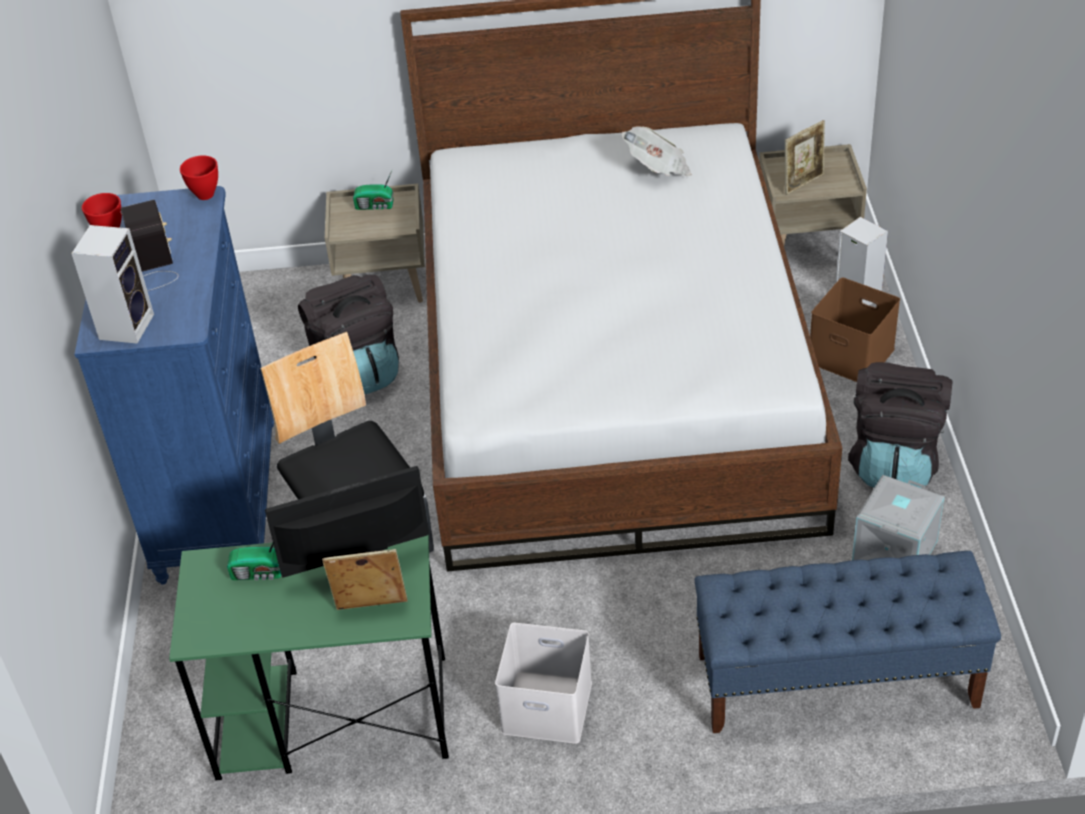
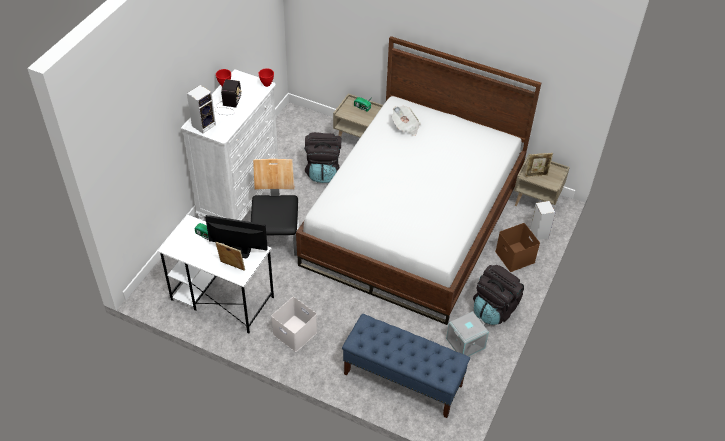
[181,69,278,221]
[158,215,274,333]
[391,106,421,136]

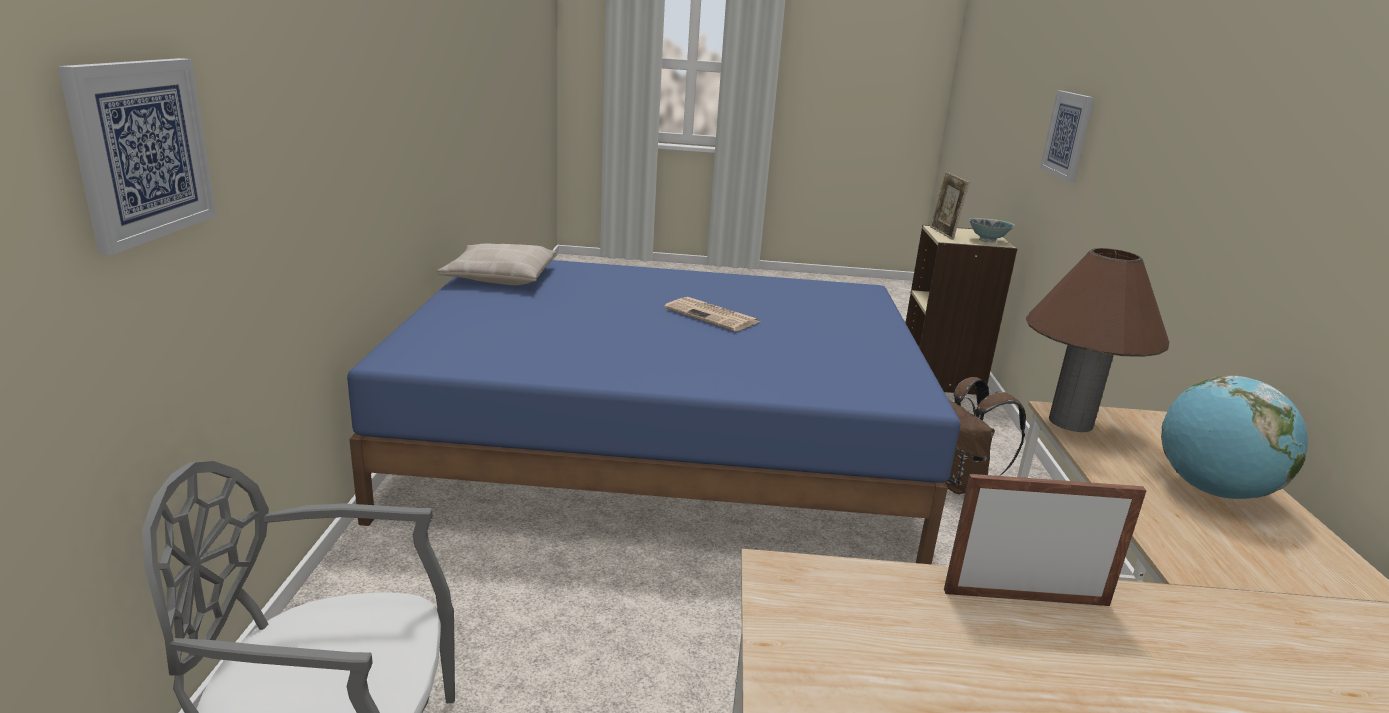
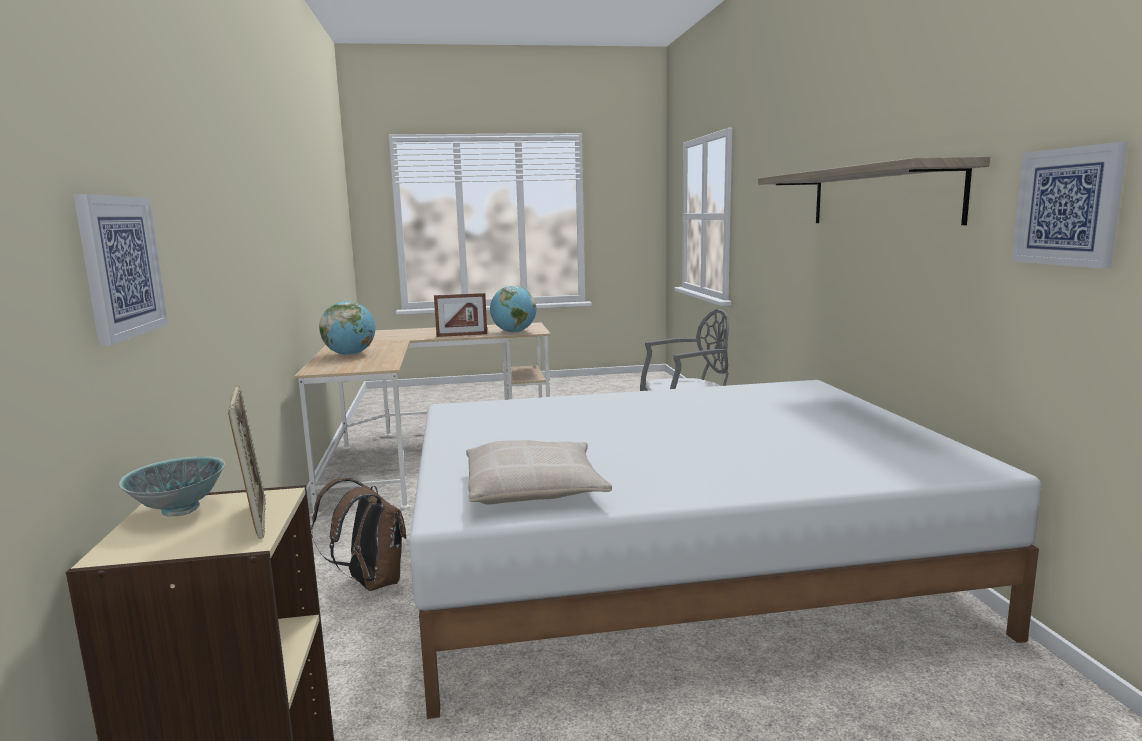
[1012,142,1128,268]
[409,380,1042,719]
[466,440,612,504]
[664,297,760,331] (first image)
[1026,248,1169,432] (first image)
[490,286,536,333]
[758,157,990,225]

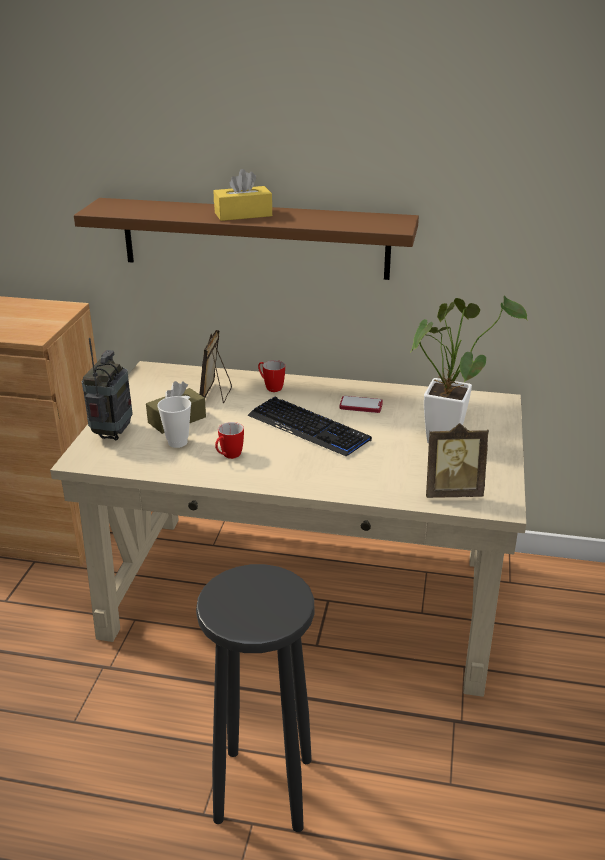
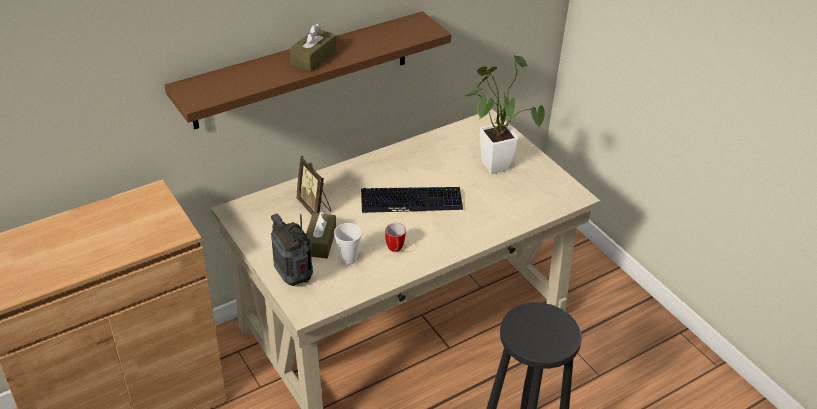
[290,23,336,72]
[258,360,285,392] (first image)
[340,396,383,413] (first image)
[426,423,489,498] (first image)

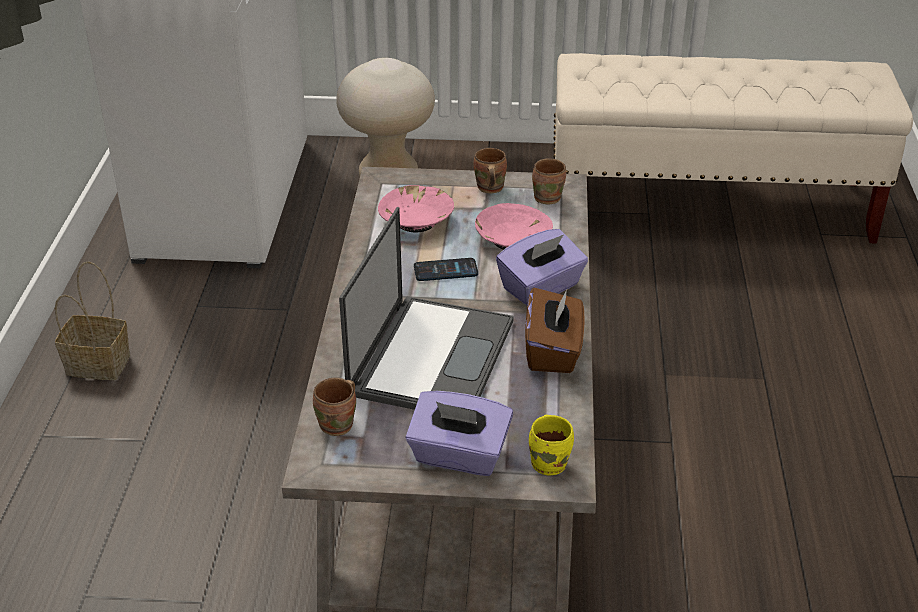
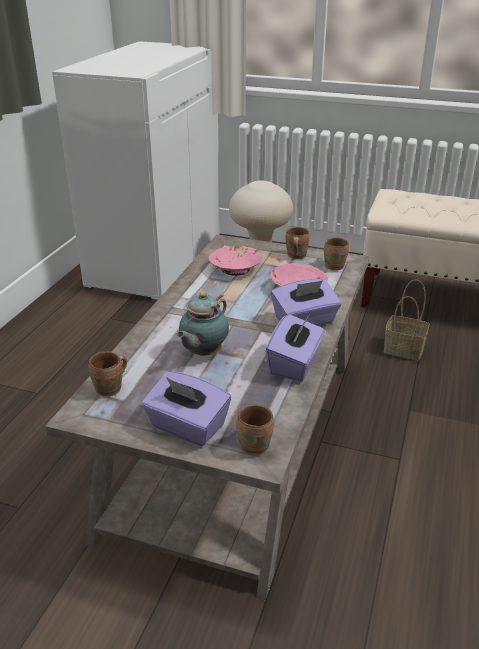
[384,279,429,361]
[176,292,229,356]
[414,258,478,281] (first image)
[266,314,325,382]
[236,404,274,455]

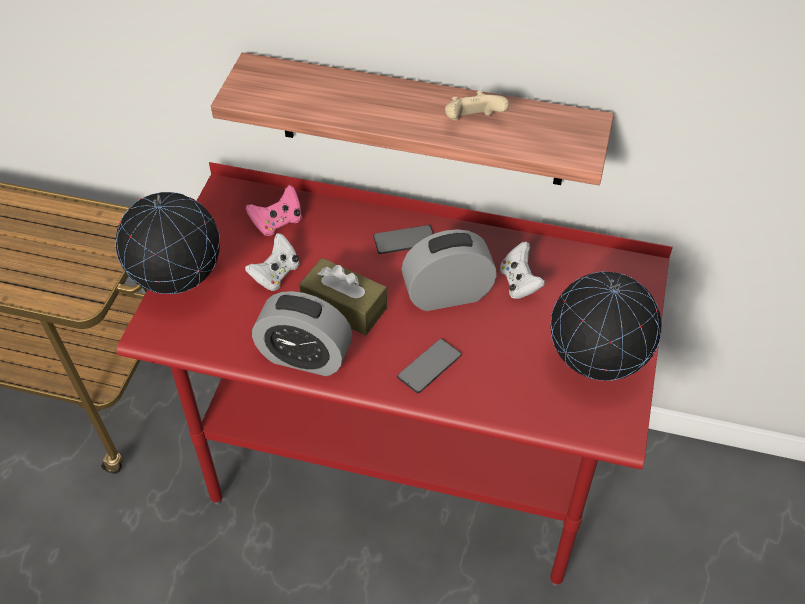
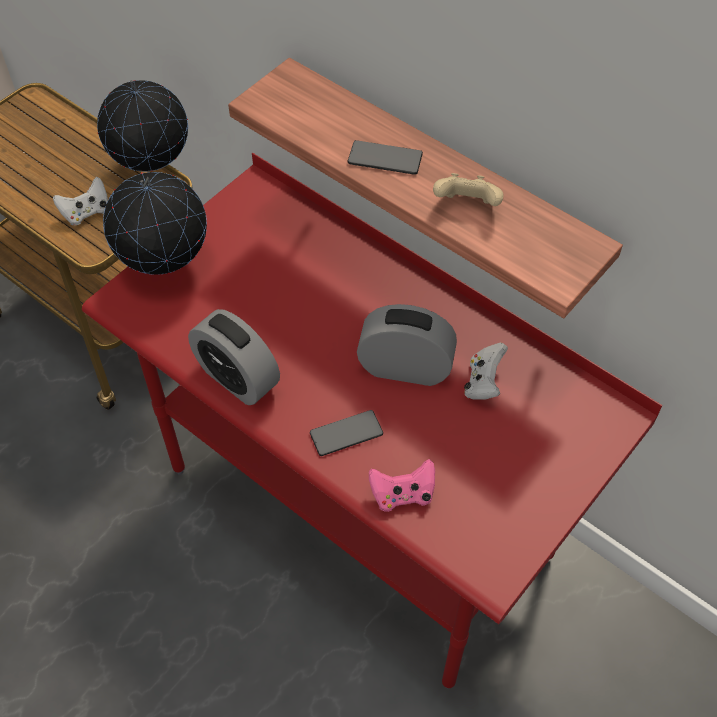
[53,177,108,225]
[369,459,435,512]
[299,258,387,335] (first image)
[348,140,423,175]
[97,80,188,172]

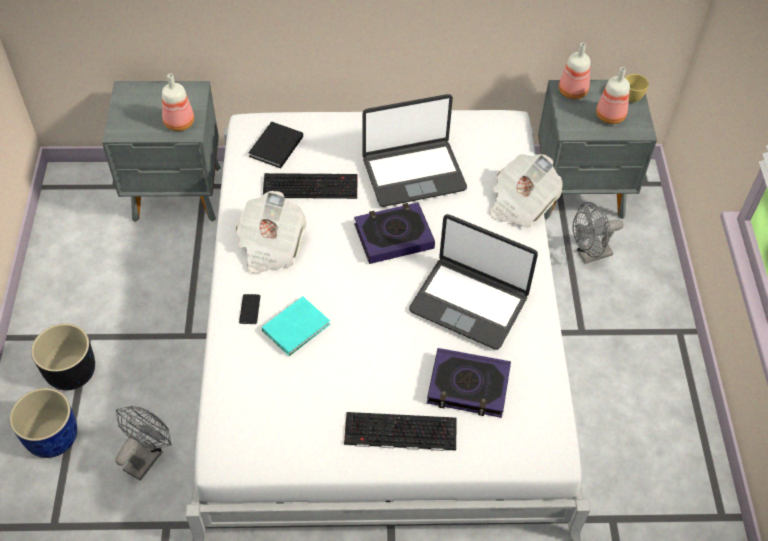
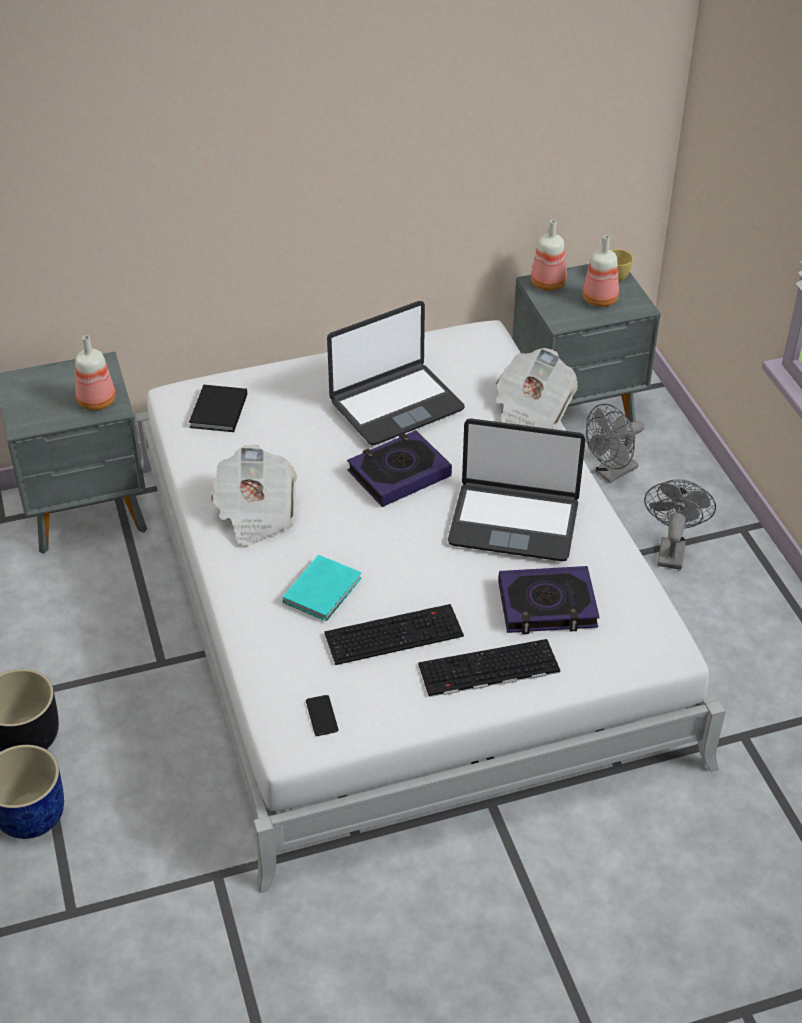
[644,480,716,570]
[306,695,339,736]
[325,604,464,665]

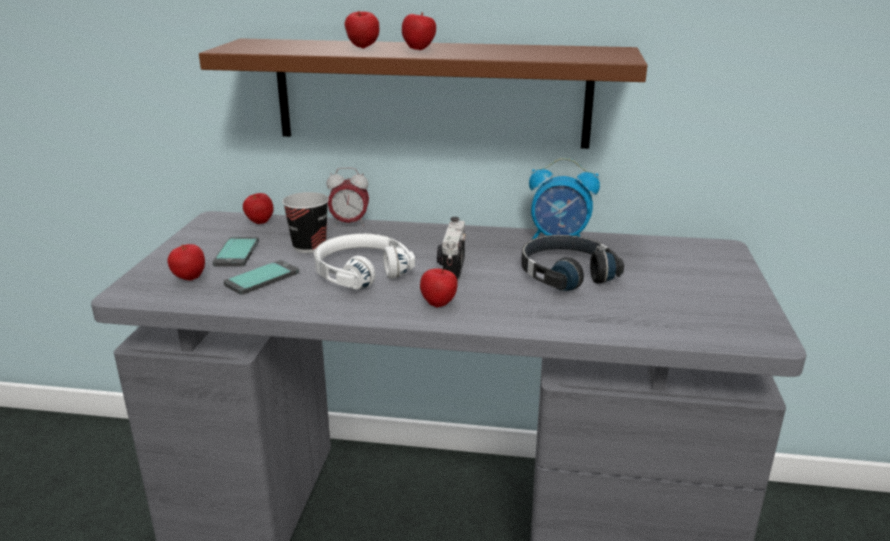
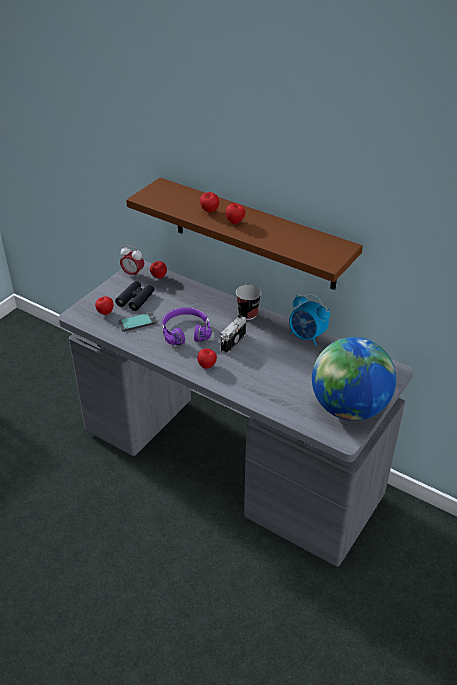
[115,281,154,311]
[236,285,261,320]
[162,307,212,345]
[120,246,144,278]
[521,235,624,291] (first image)
[312,337,396,421]

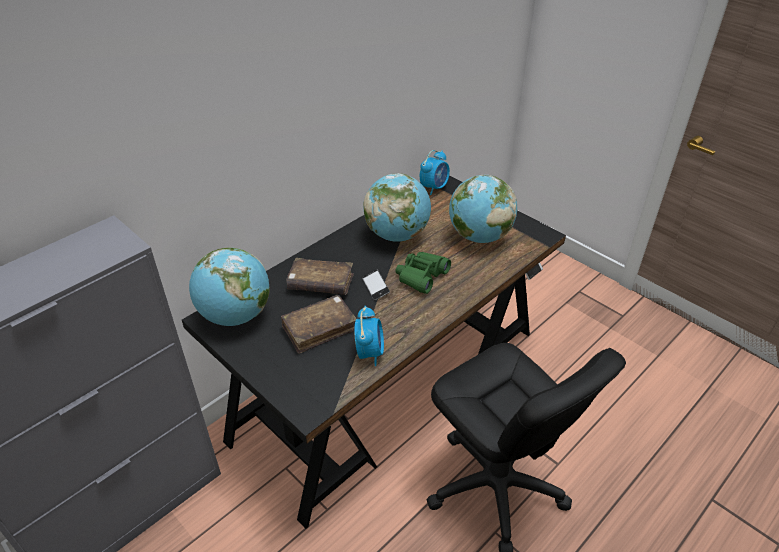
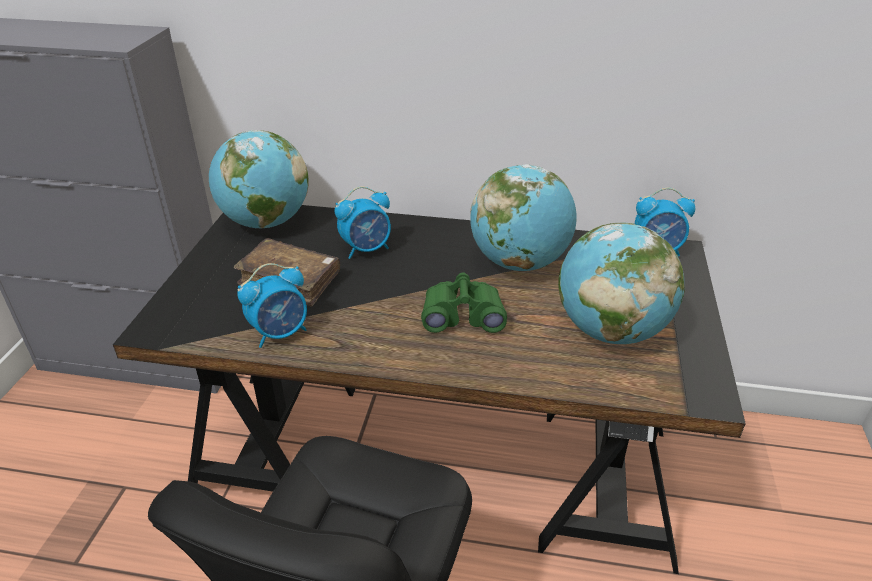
[335,186,391,259]
[362,270,390,301] (first image)

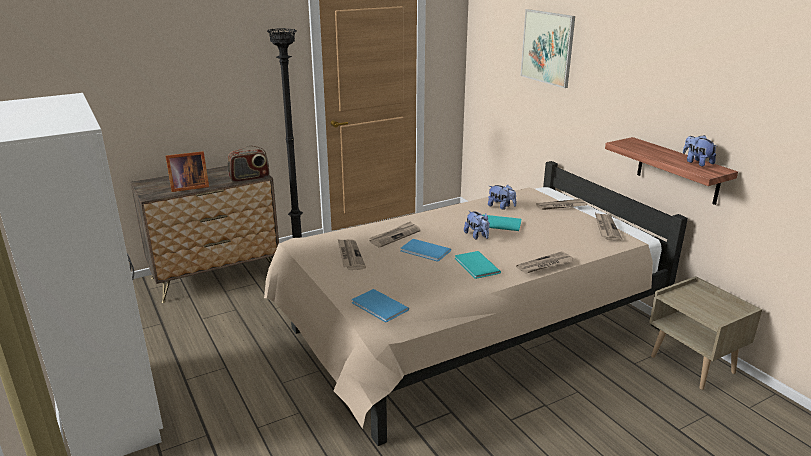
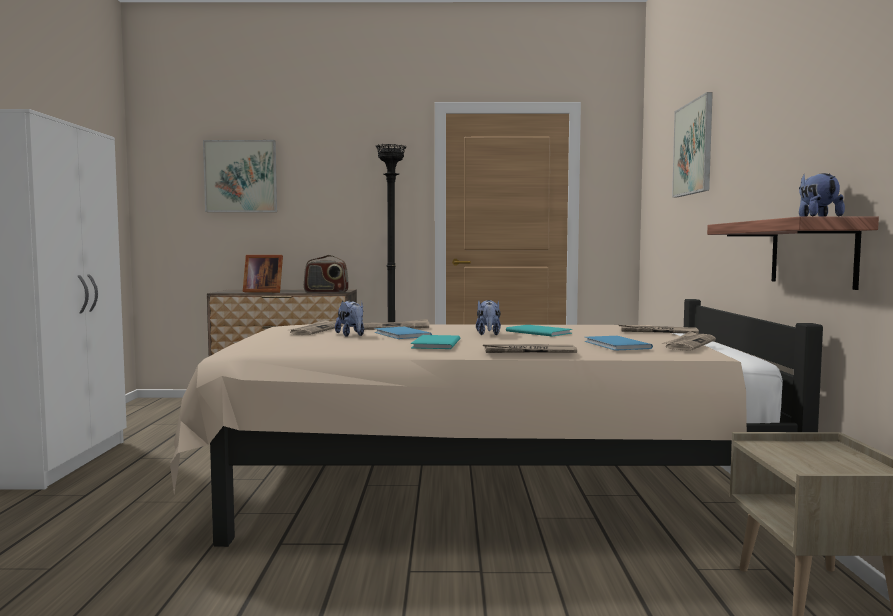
[584,336,653,351]
[335,301,364,337]
[203,140,277,212]

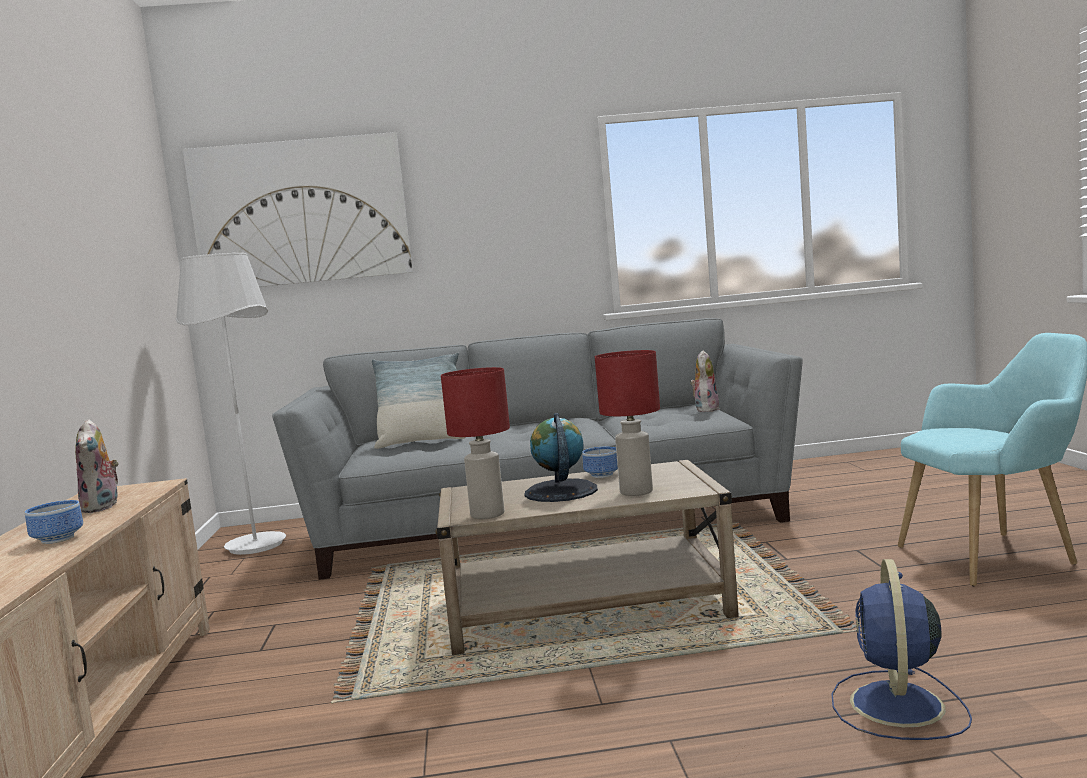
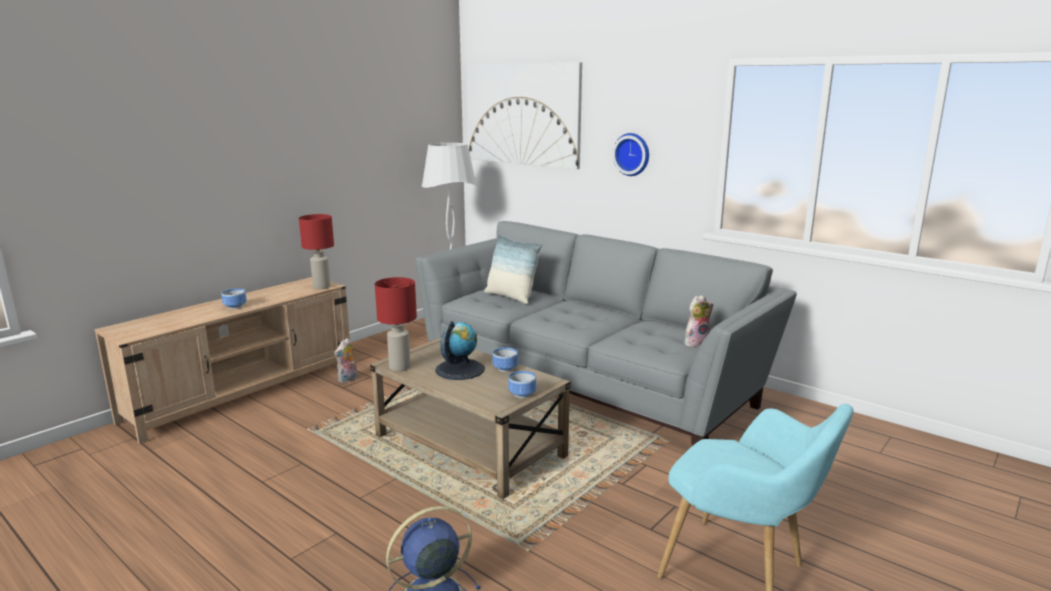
[334,338,358,383]
[299,214,334,289]
[508,371,536,398]
[612,133,649,176]

